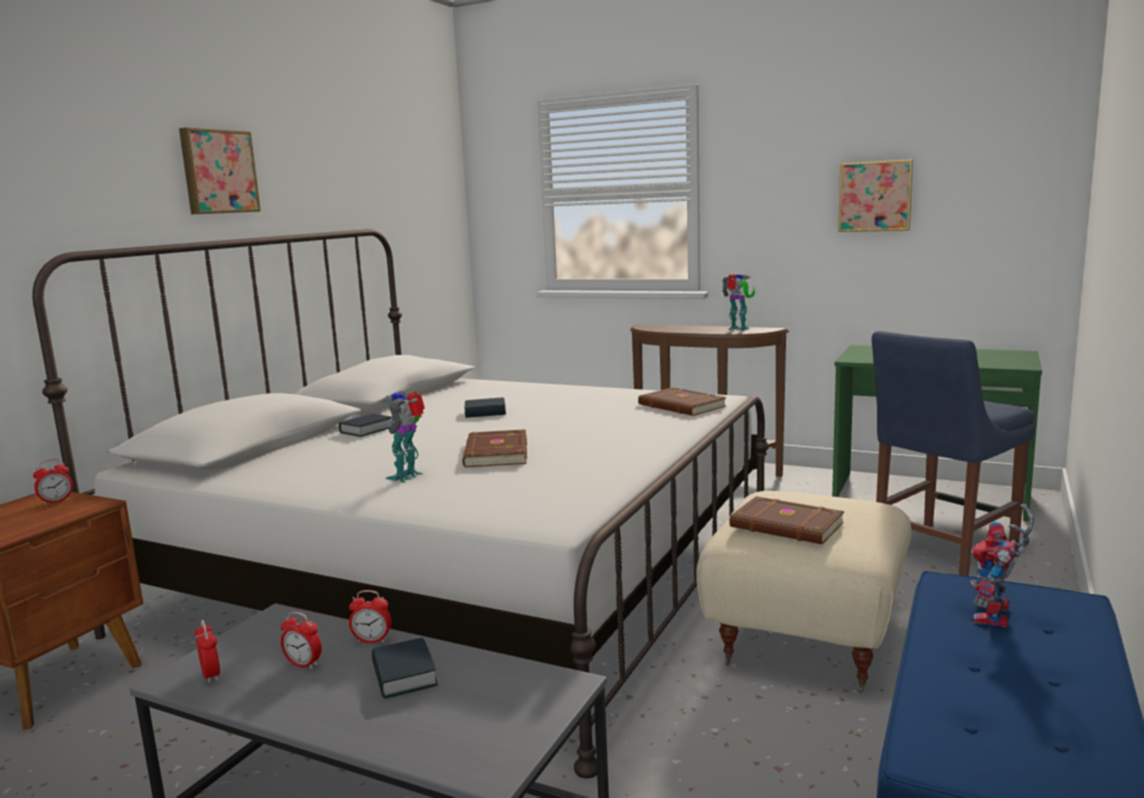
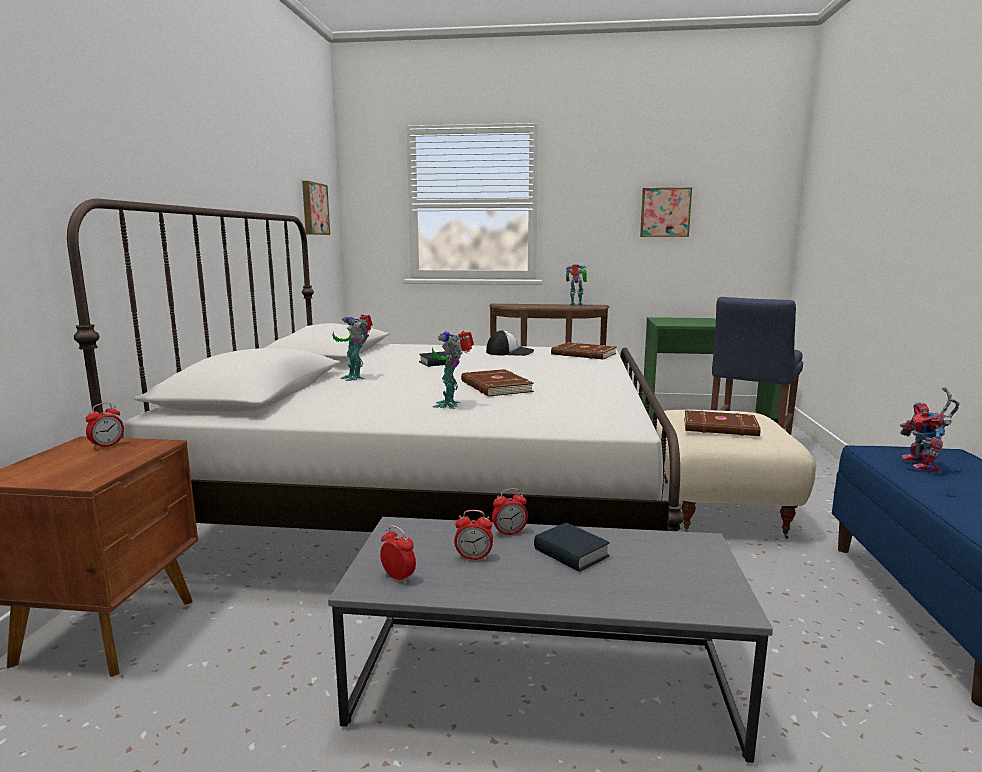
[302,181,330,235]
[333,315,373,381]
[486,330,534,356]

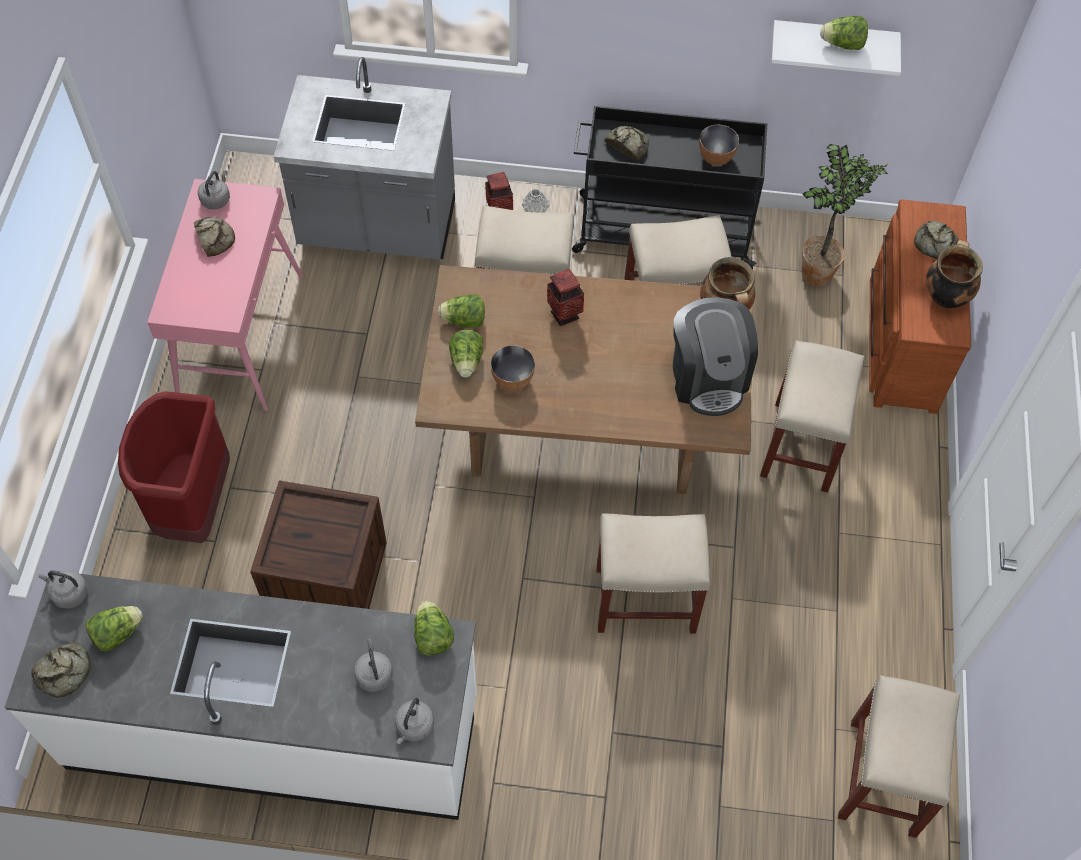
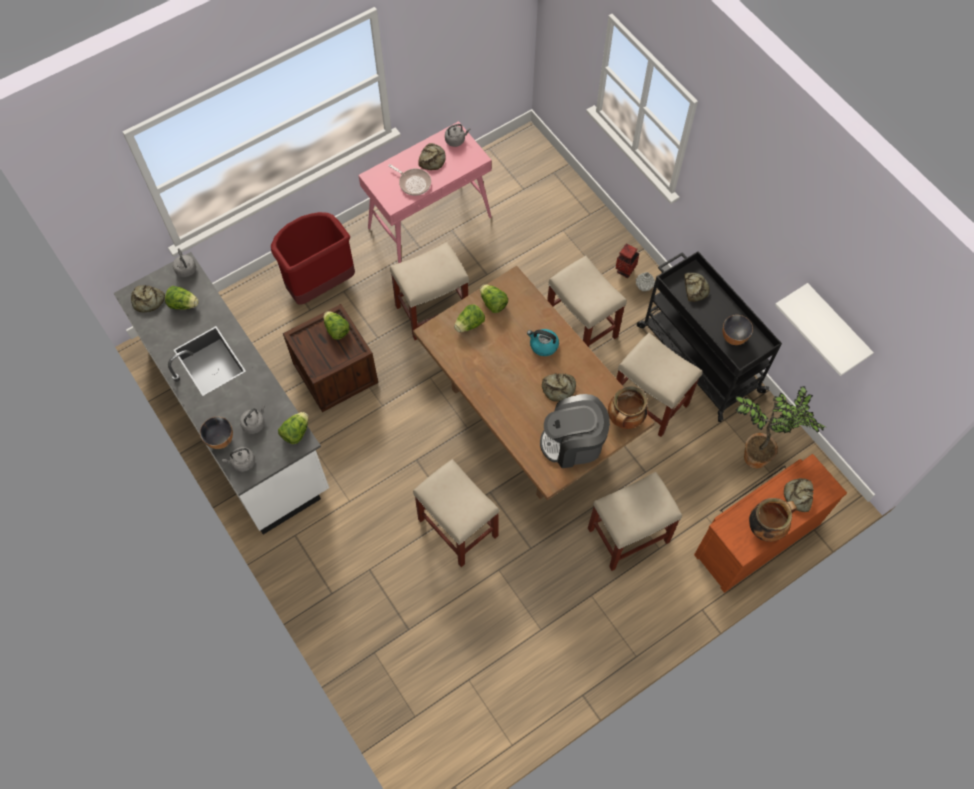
[273,57,455,259] (first image)
[200,417,233,449]
[527,329,559,356]
[540,394,610,468]
[323,311,350,340]
[390,242,469,340]
[388,164,431,196]
[542,373,576,402]

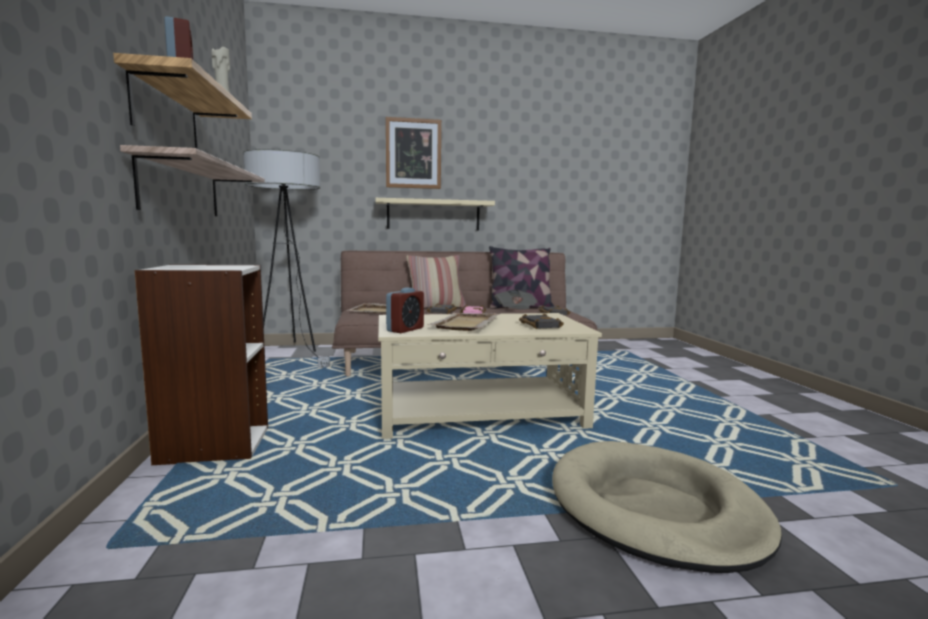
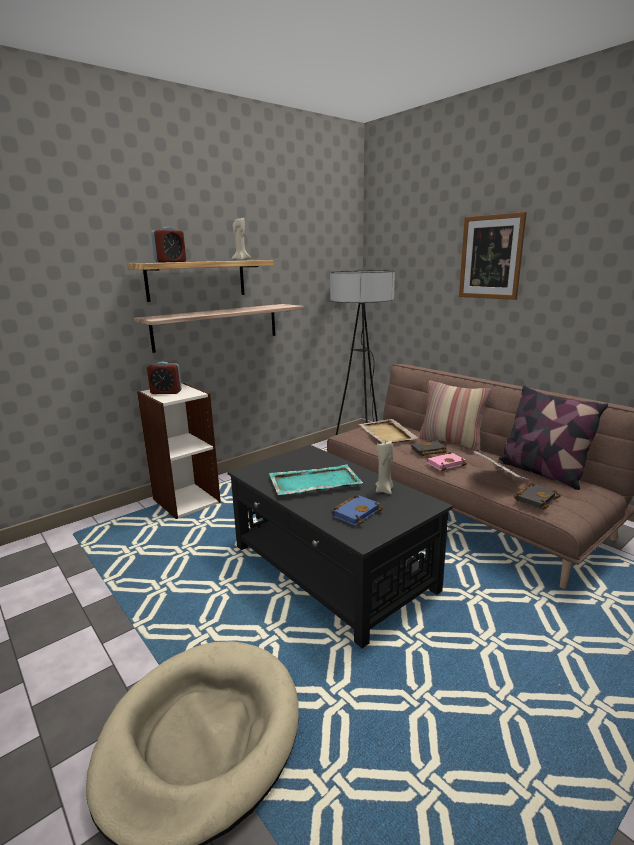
[376,198,495,230] (first image)
[227,445,453,648]
[147,362,182,394]
[269,464,363,495]
[331,495,383,526]
[376,441,394,494]

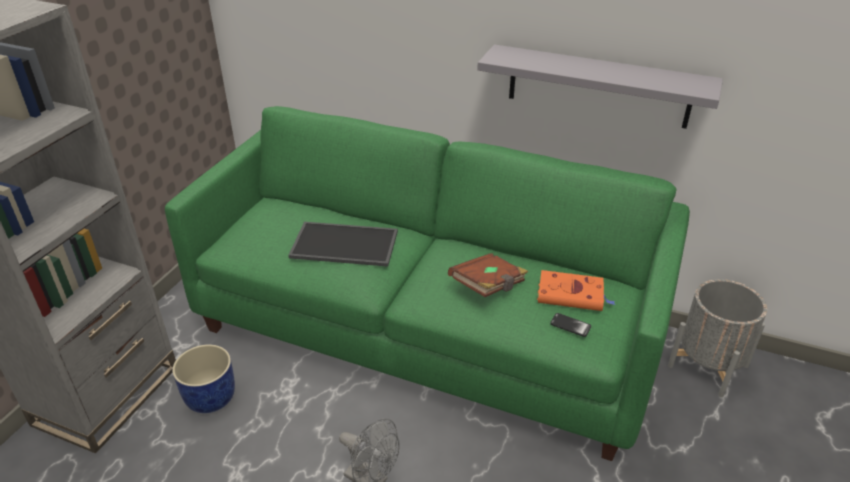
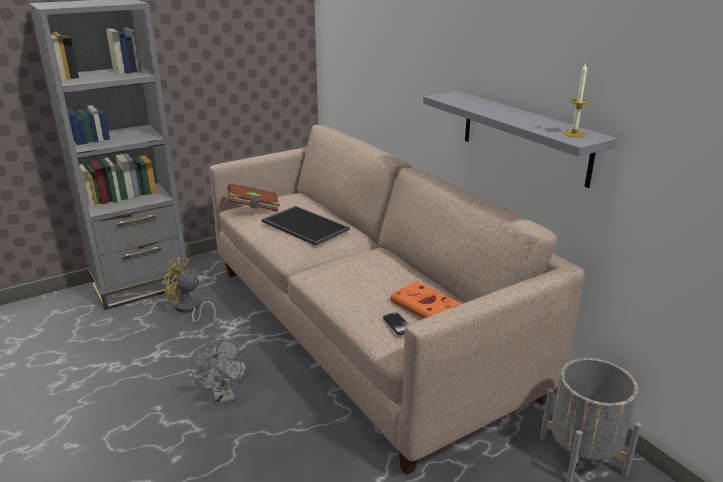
[210,125,585,475]
[163,257,216,323]
[228,184,280,212]
[563,63,589,137]

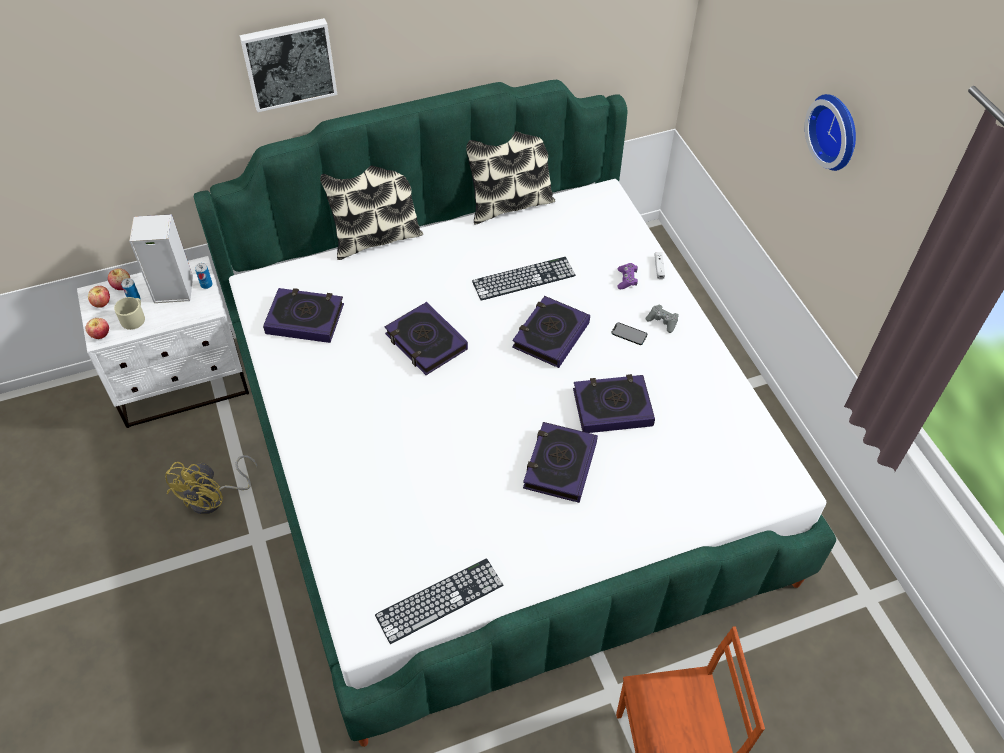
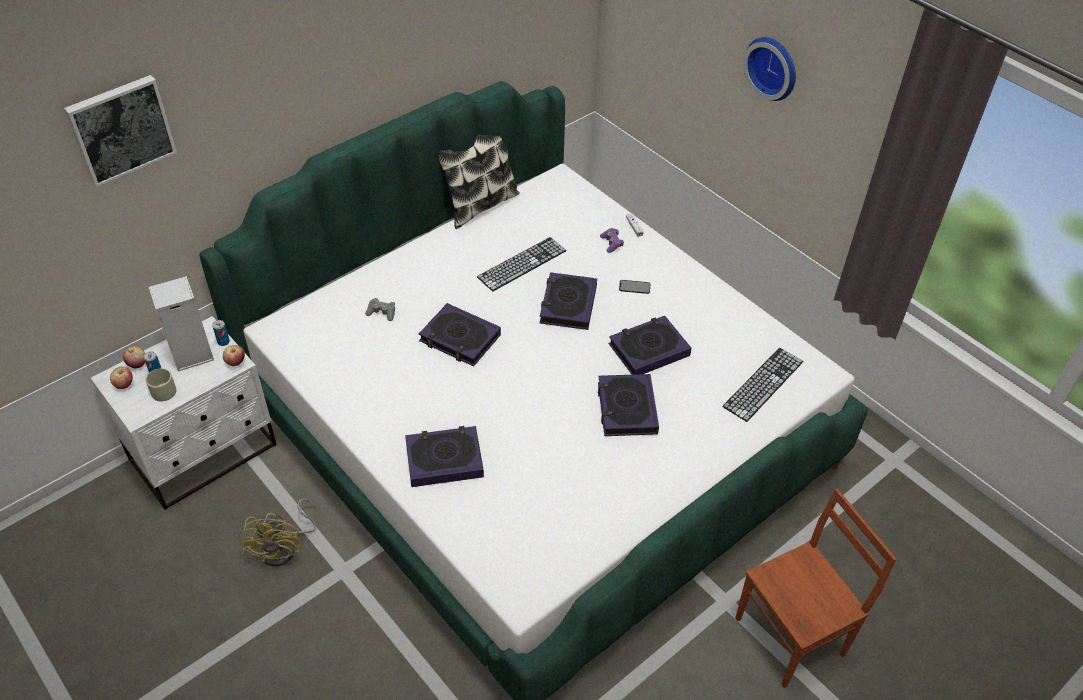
[223,345,245,366]
[64,75,177,187]
[405,426,484,487]
[320,166,423,260] (first image)
[722,348,803,422]
[365,298,395,321]

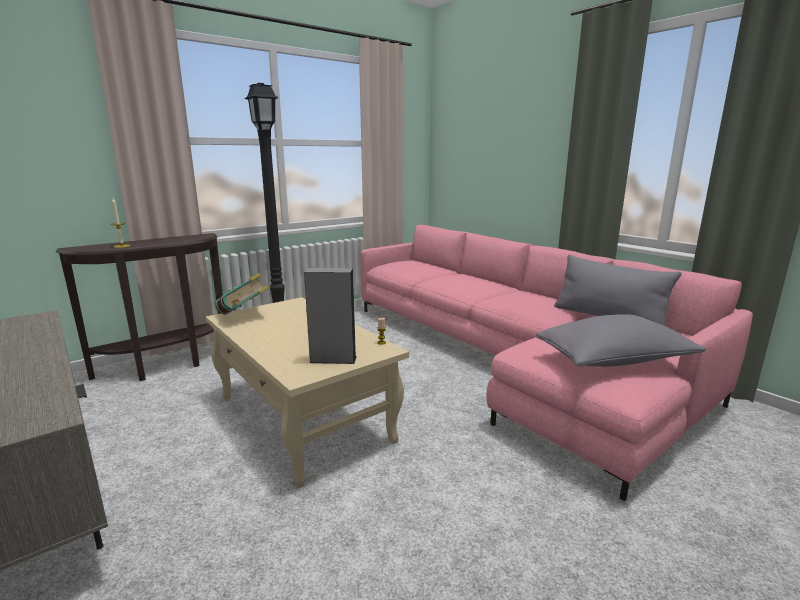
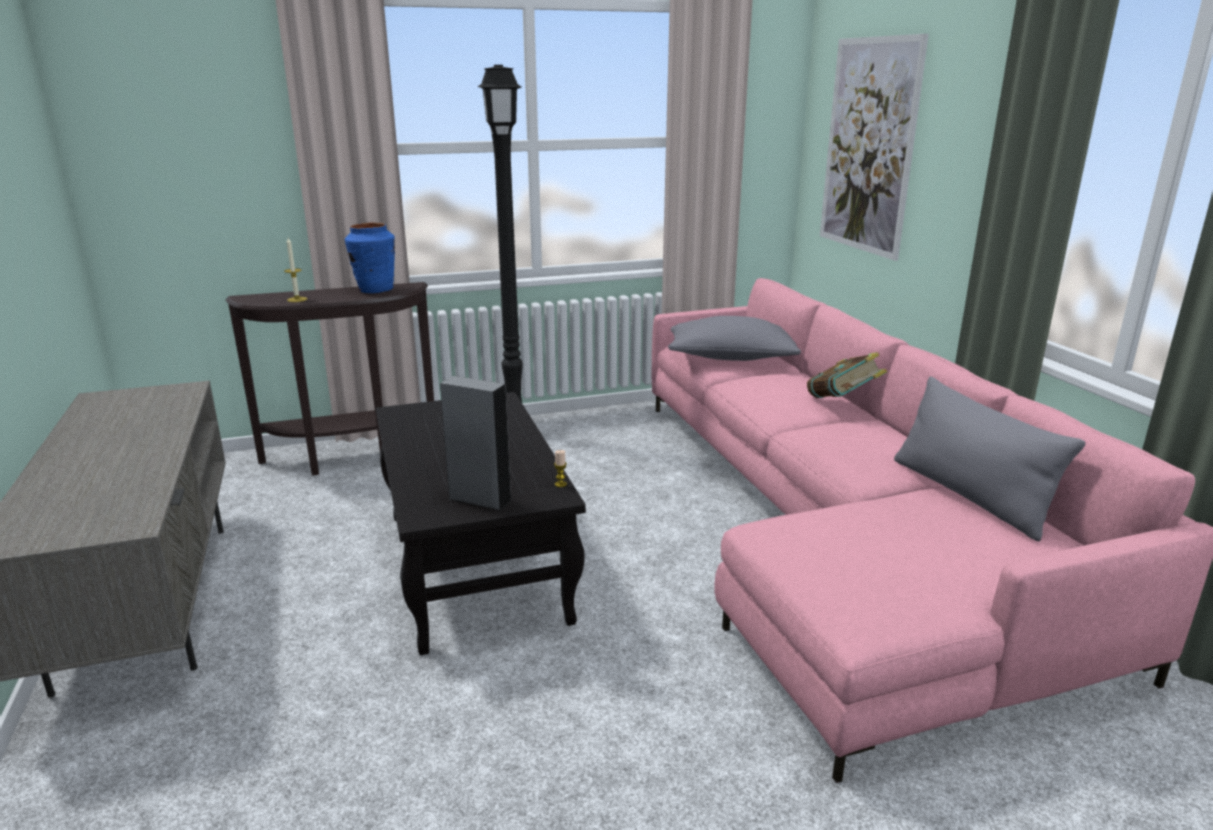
[376,392,586,655]
[807,352,887,398]
[668,316,801,361]
[345,223,395,293]
[820,34,929,261]

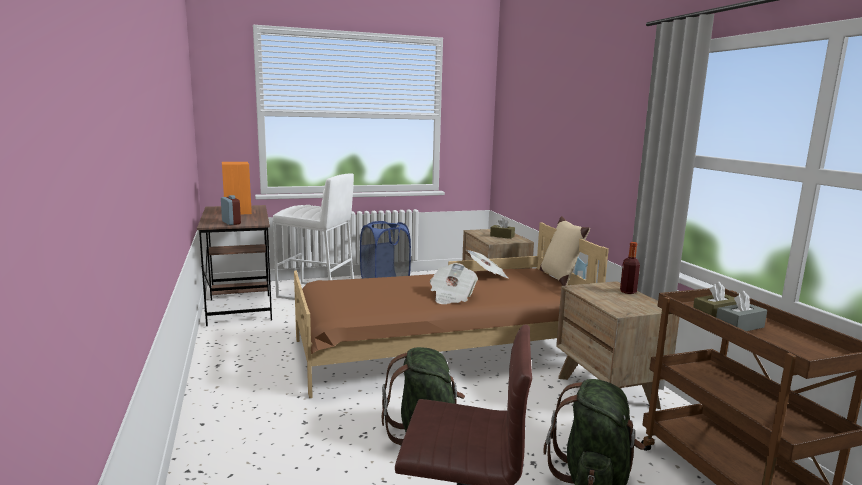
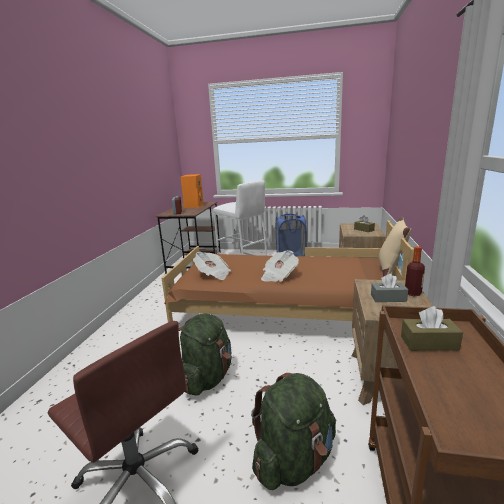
[193,252,231,280]
[371,274,408,302]

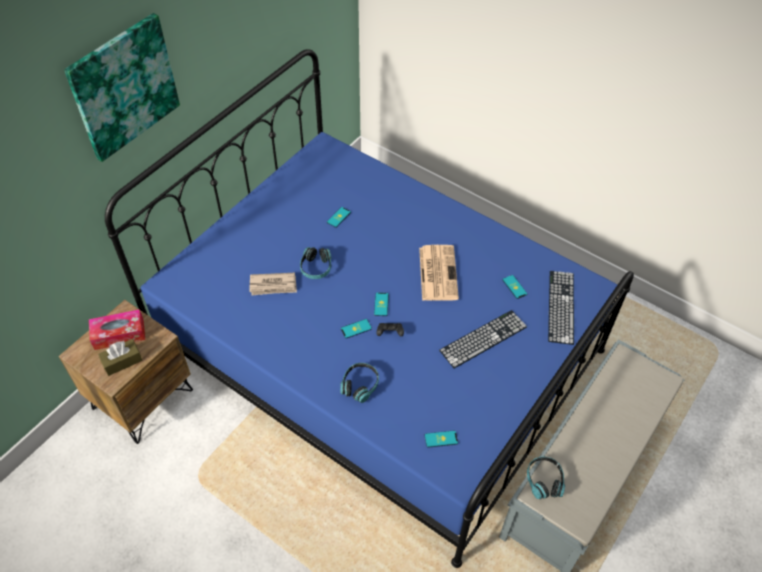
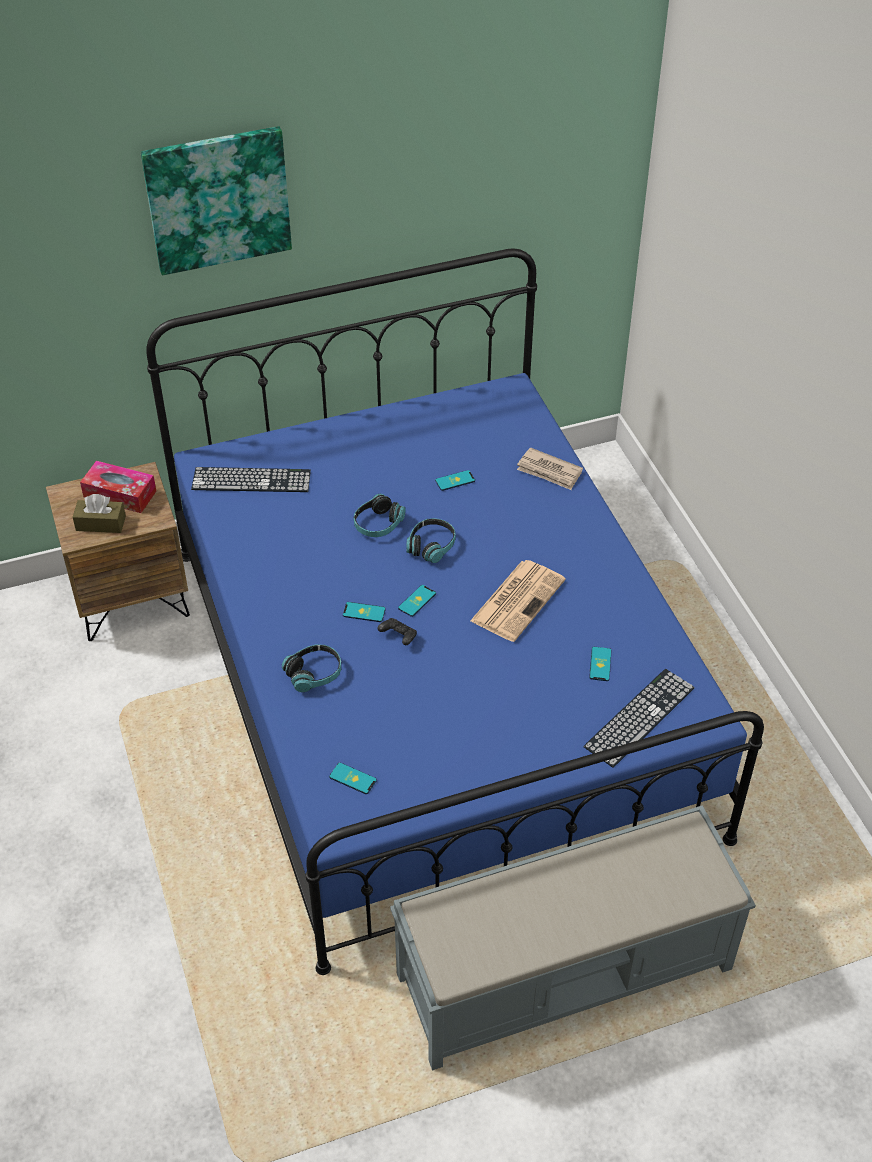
[517,447,583,490]
[191,467,311,492]
[406,518,455,563]

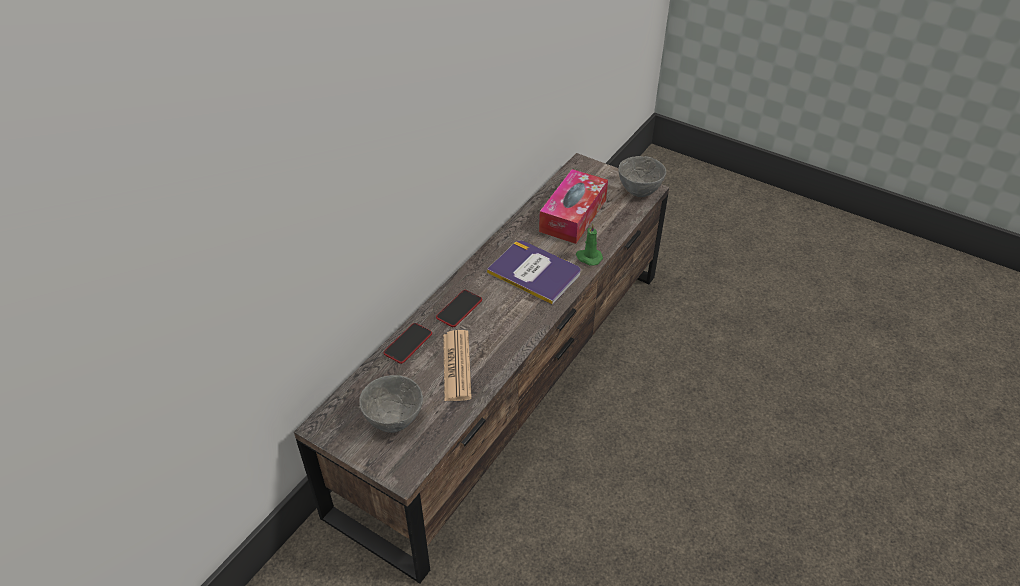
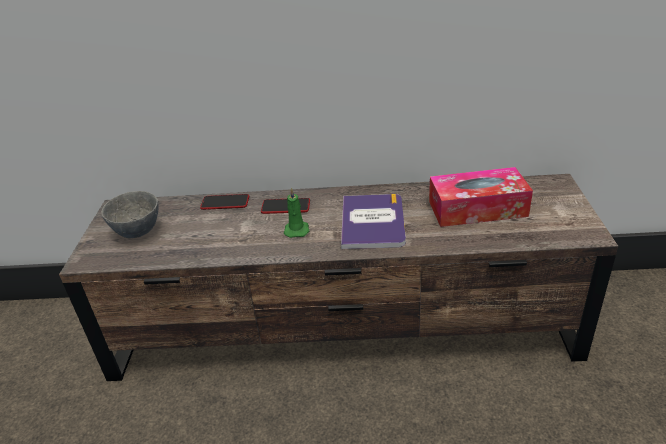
[443,330,472,401] (first image)
[284,187,310,238]
[618,156,666,197] (first image)

